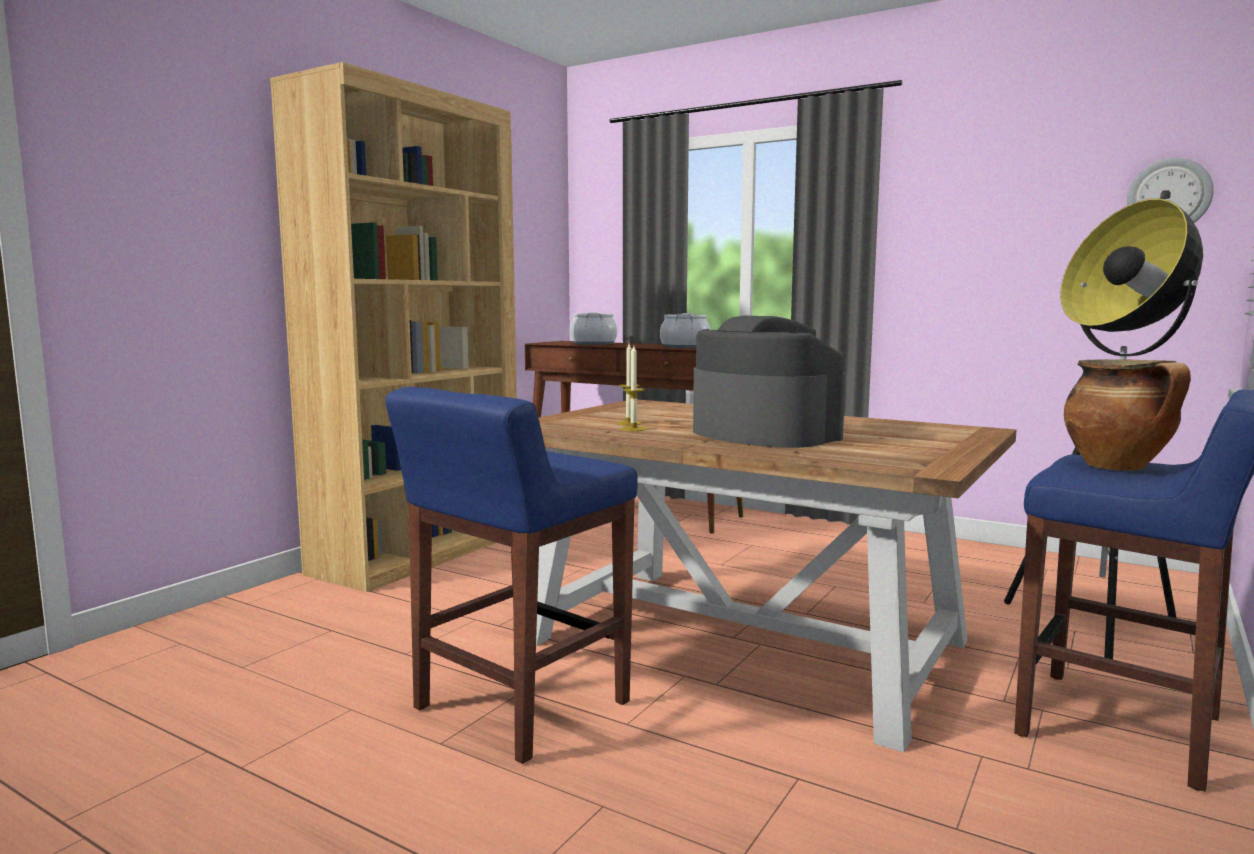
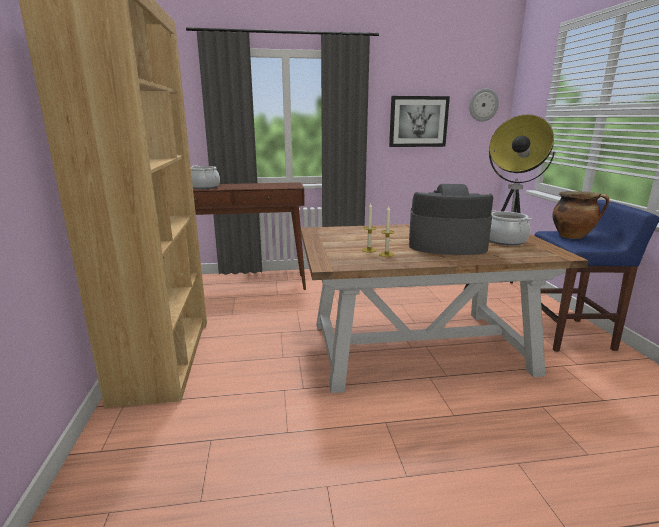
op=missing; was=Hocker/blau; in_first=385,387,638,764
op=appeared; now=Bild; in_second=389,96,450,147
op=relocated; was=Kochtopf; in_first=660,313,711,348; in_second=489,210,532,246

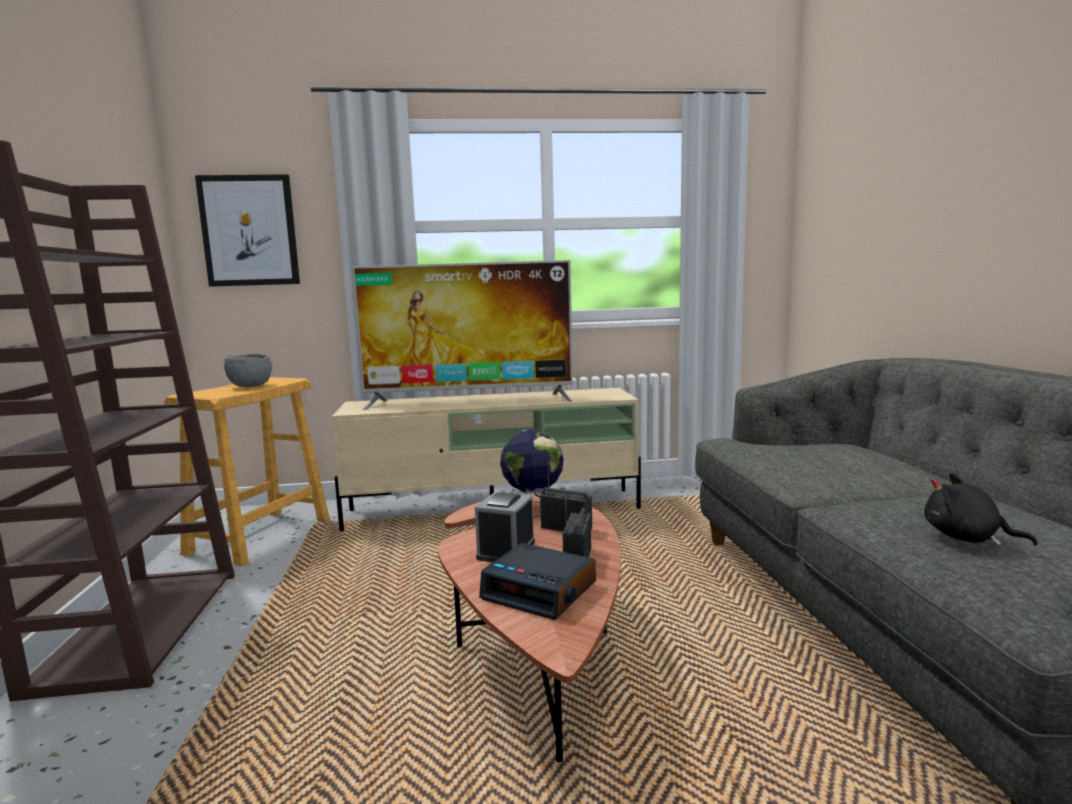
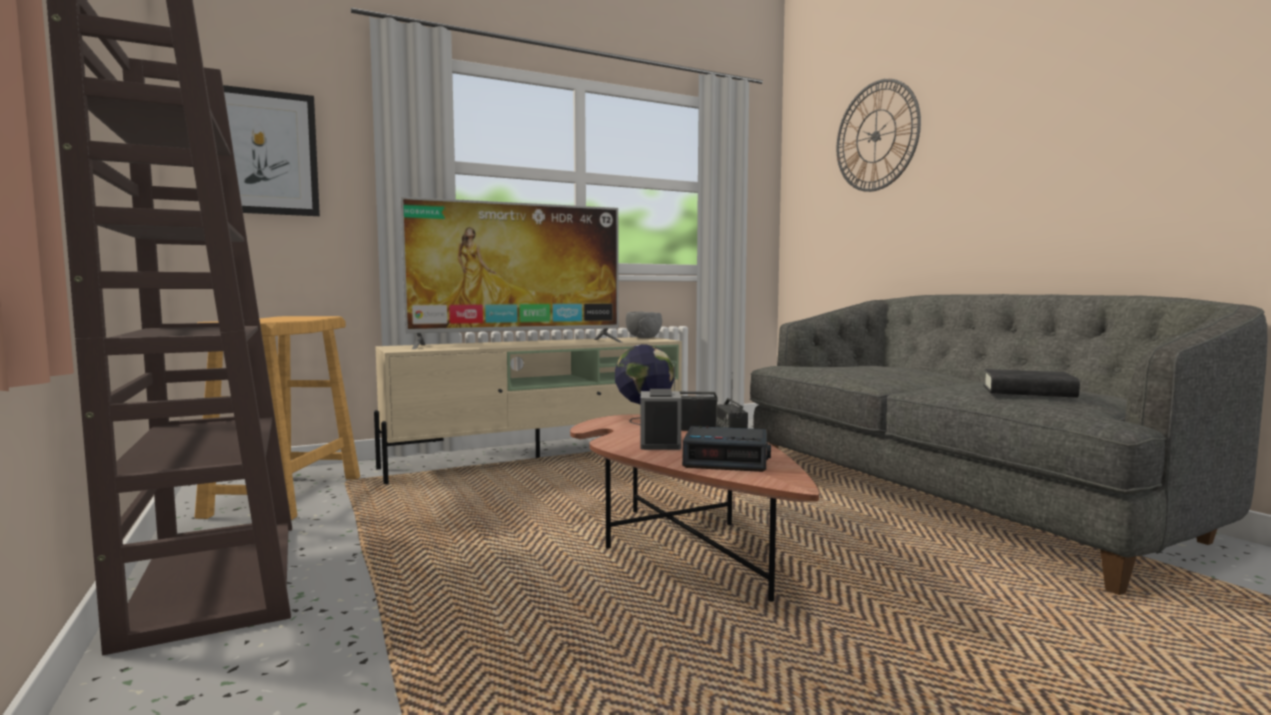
op=appeared; now=Wanduhr; in_second=837,79,921,192
op=relocated; was=Schüssel/grau; in_first=224,353,272,387; in_second=626,311,662,338
op=exchanged; was=Plüschtier/schwarz; now=Buch/schwarz; in_first=924,473,1037,546; in_second=983,369,1080,398

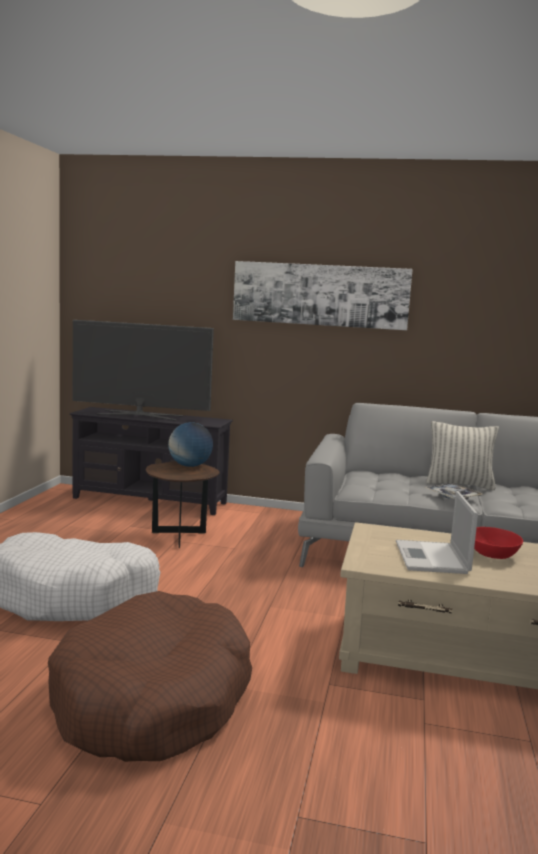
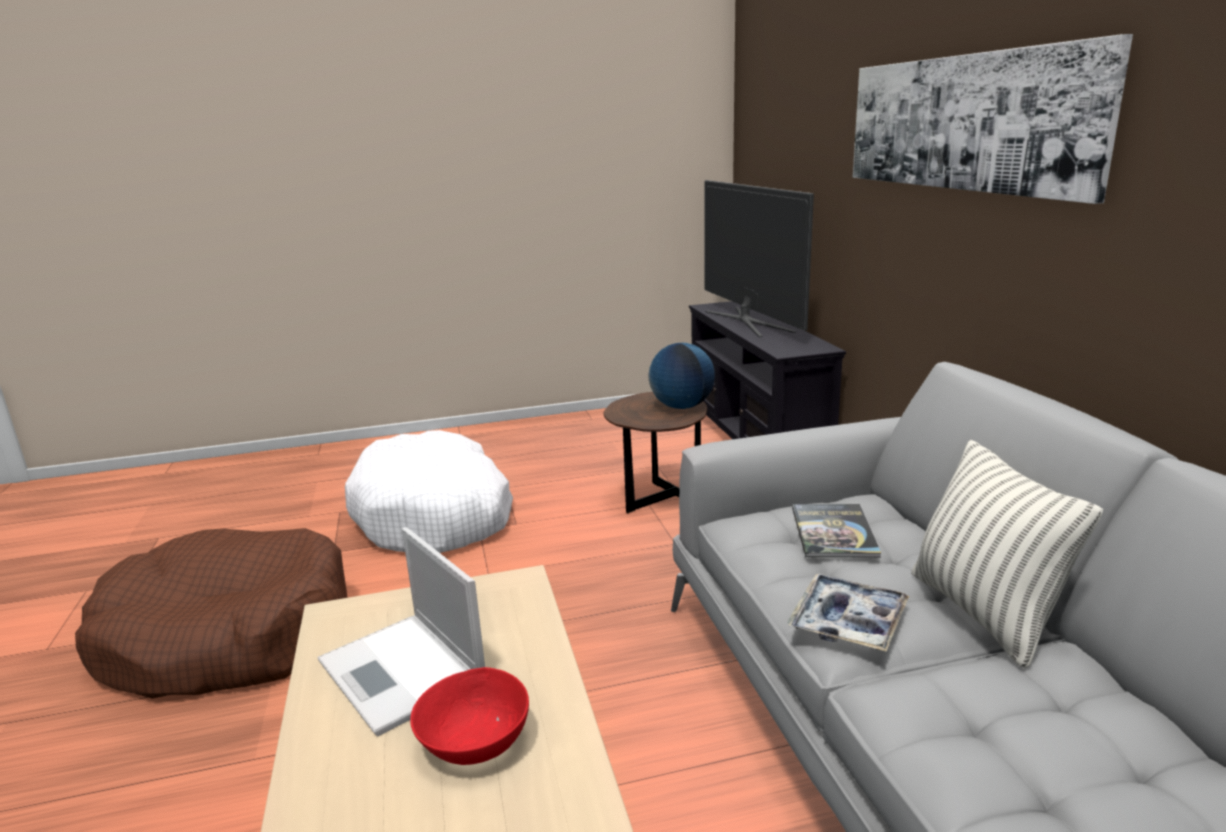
op=appeared; now=Buch; in_second=792,504,881,558
op=spun; was=Laptop; in_first=396,491,478,574; in_second=318,527,485,736; clockwise=-105

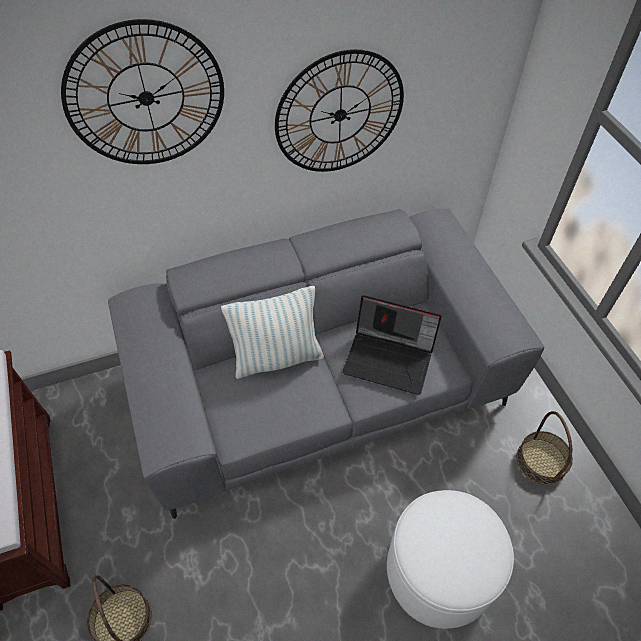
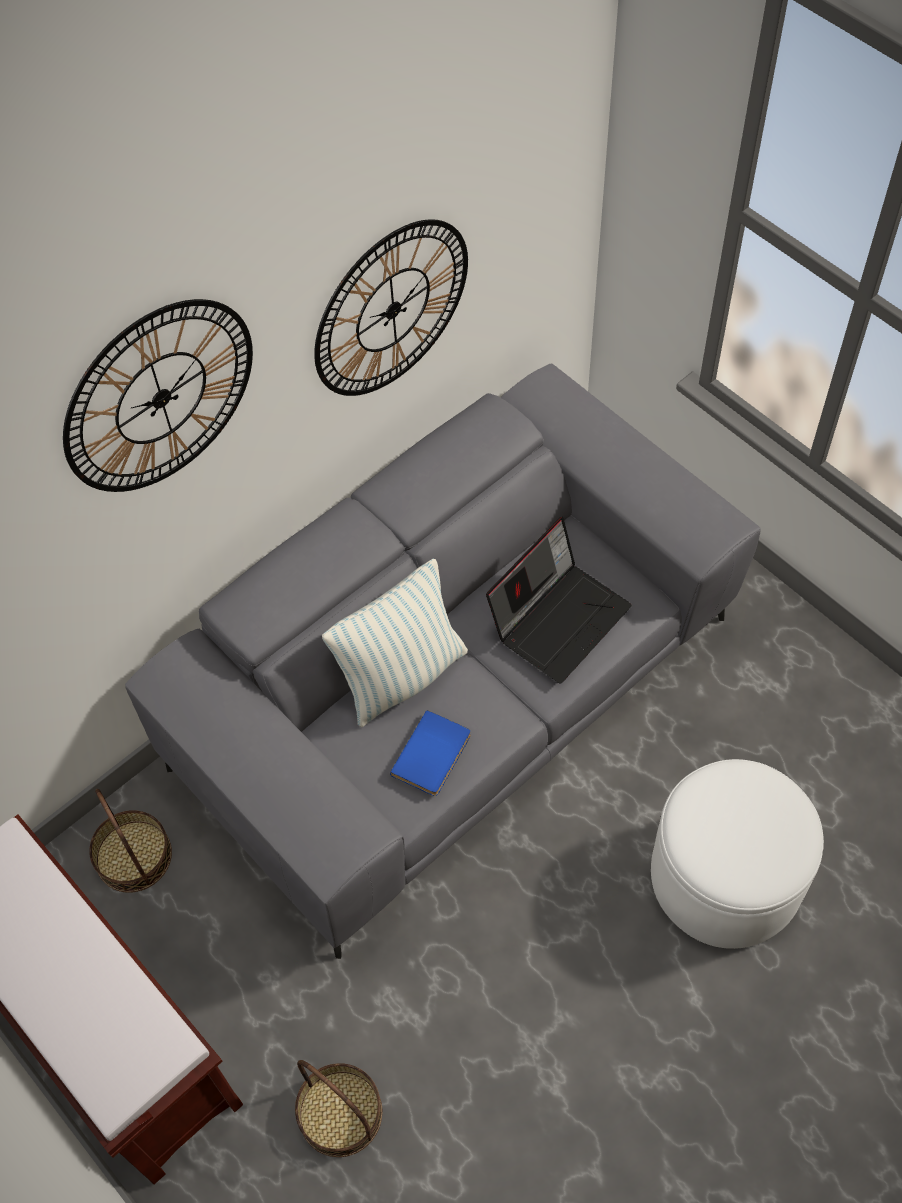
op=appeared; now=Buch/blau; in_second=390,710,470,796
op=relocated; was=Korb; in_first=517,411,573,485; in_second=89,789,172,892
op=spun; was=Laptop; in_first=343,295,442,395; in_second=486,517,632,683; clockwise=-45

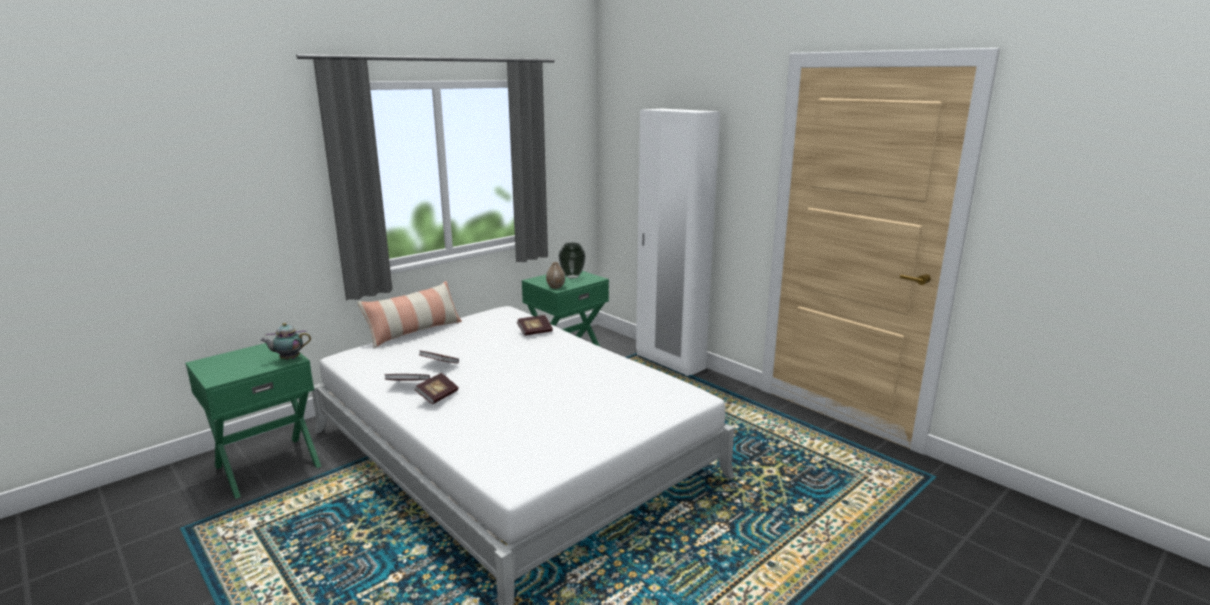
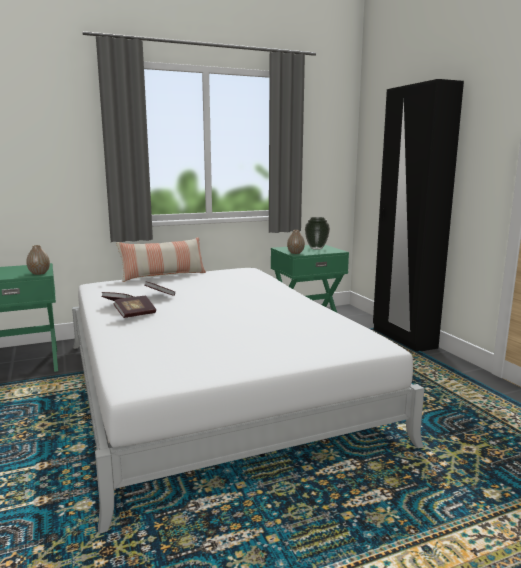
op=missing; was=Buch; in_first=517,315,553,336
op=exchanged; was=Teekanne; now=Vase; in_first=260,323,311,360; in_second=26,245,50,275
op=colour; was=Kleiderschrank/weiß; now=Kleiderschrank/schwarz; in_first=636,109,720,376; in_second=373,79,464,351

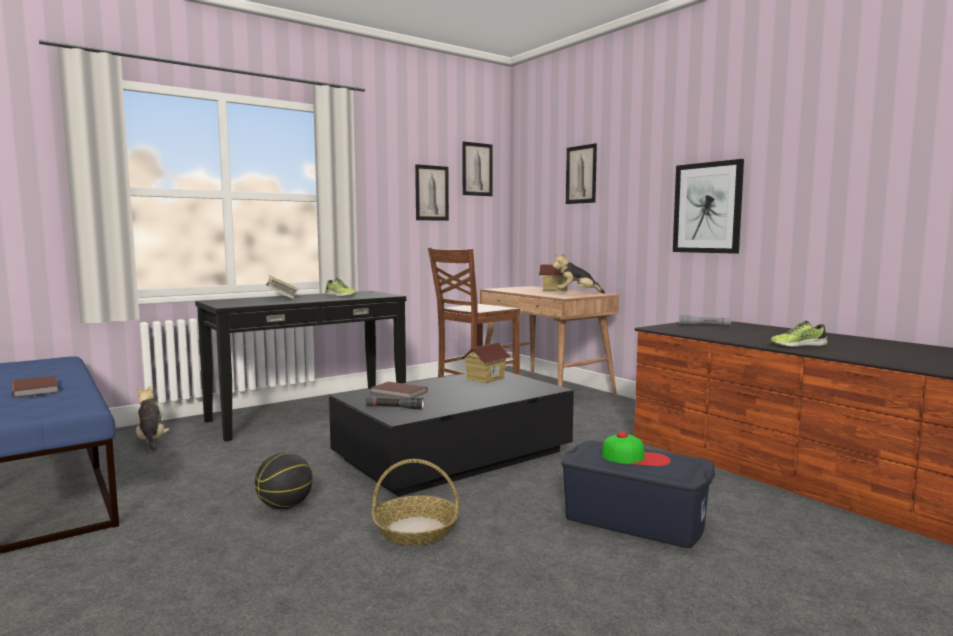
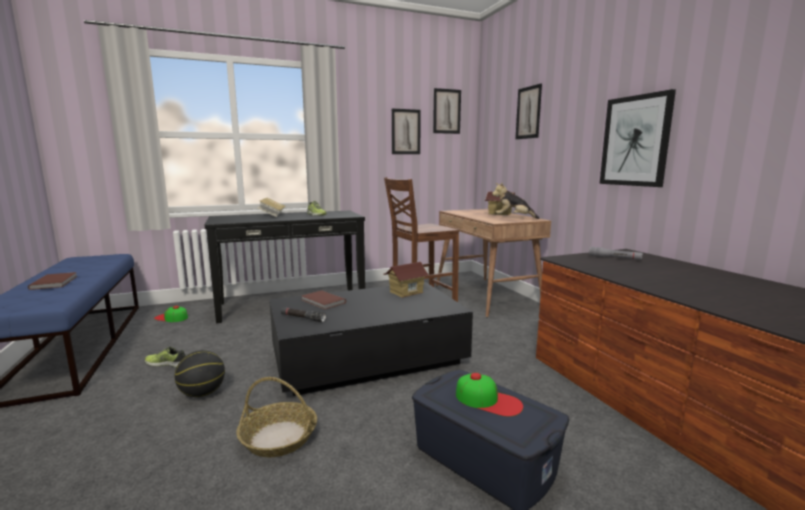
op=relocated; was=Schuh; in_first=771,321,827,347; in_second=145,346,186,367
op=exchanged; was=Plüschtier; now=Kappe; in_first=136,386,170,452; in_second=154,306,188,322

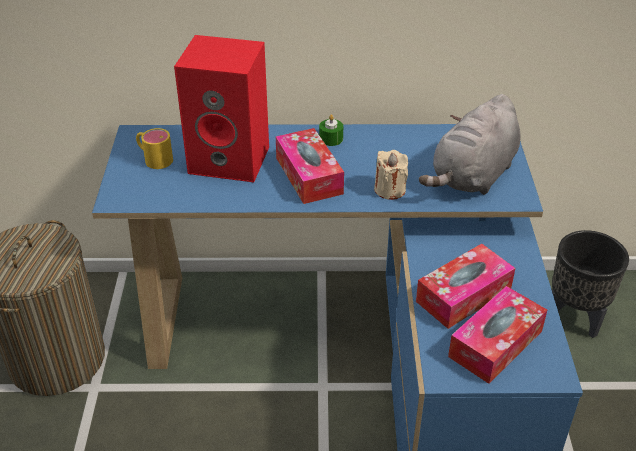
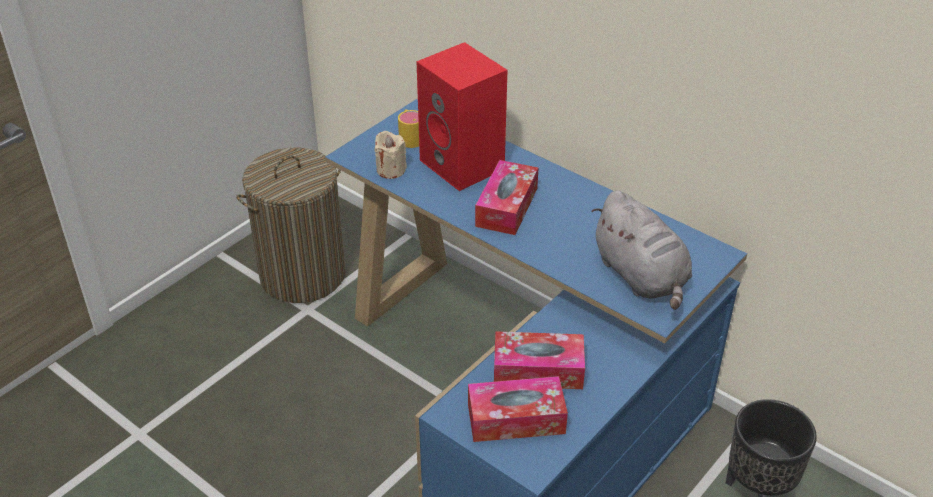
op=missing; was=Kerze/grün; in_first=319,114,343,146
op=relocated; was=Kerze/beige; in_first=374,150,408,200; in_second=375,131,407,179
op=spun; was=Plüschtier/grau; in_first=419,94,521,195; in_second=592,190,692,310; clockwise=-105

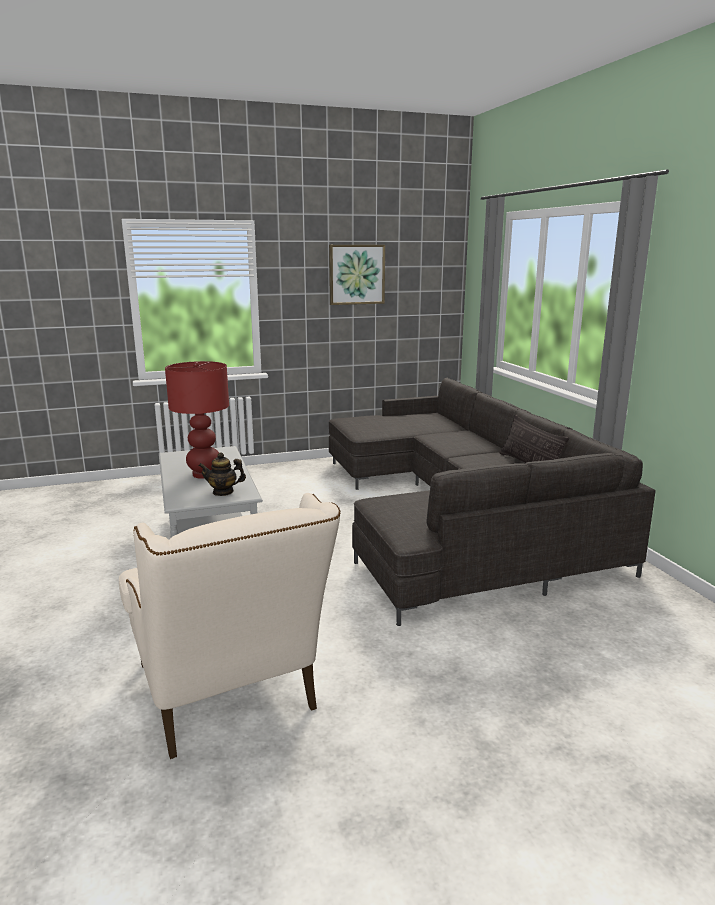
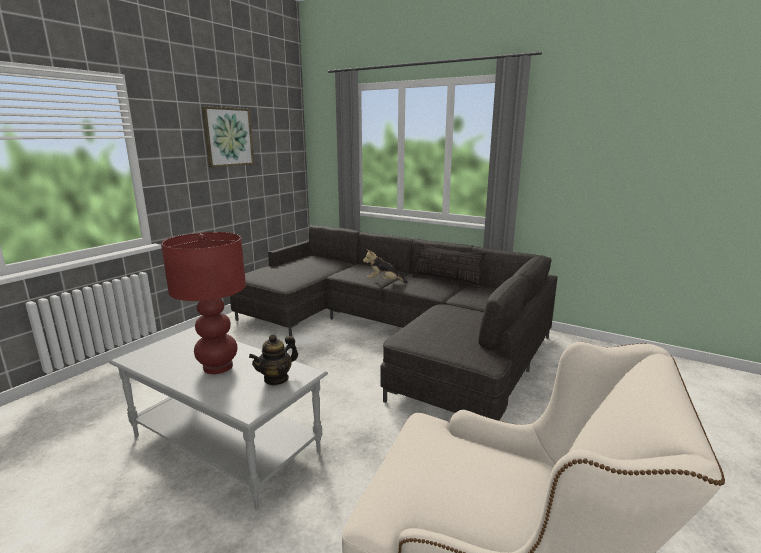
op=appeared; now=Plüschtier; in_second=363,249,408,283

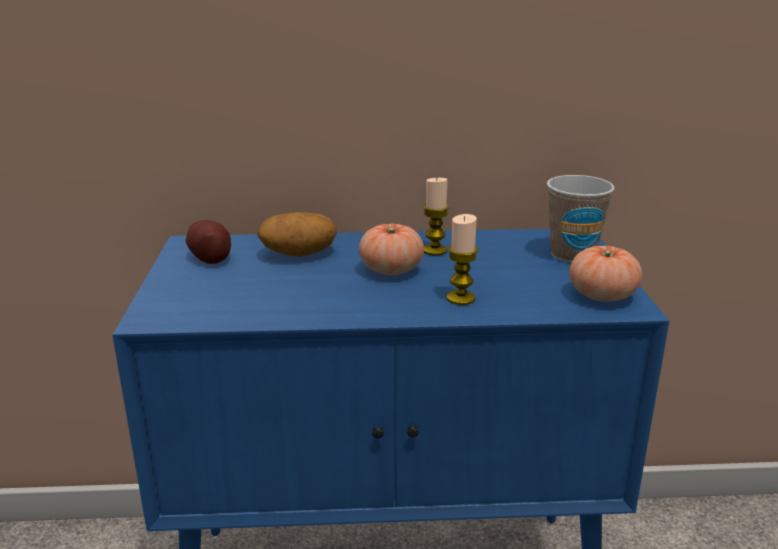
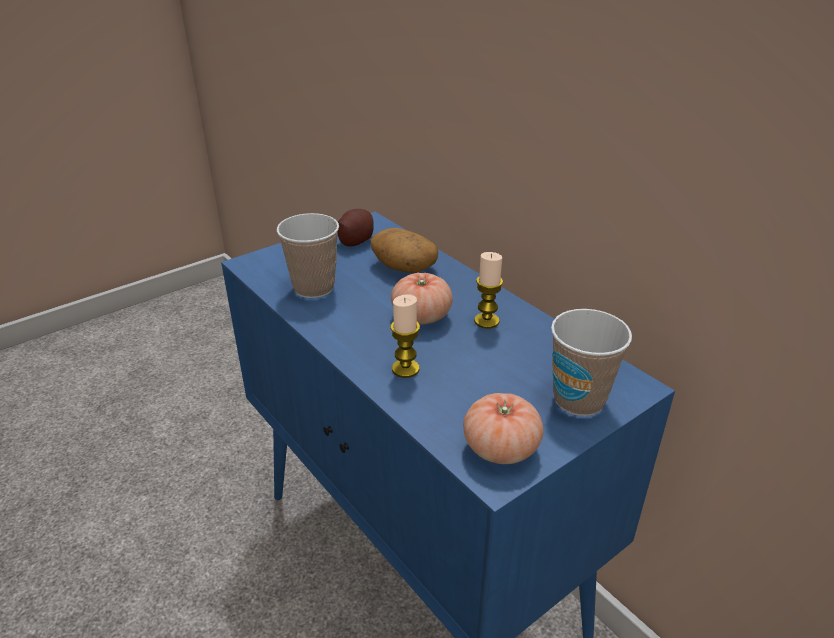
op=appeared; now=Tasse; in_second=277,213,339,298

